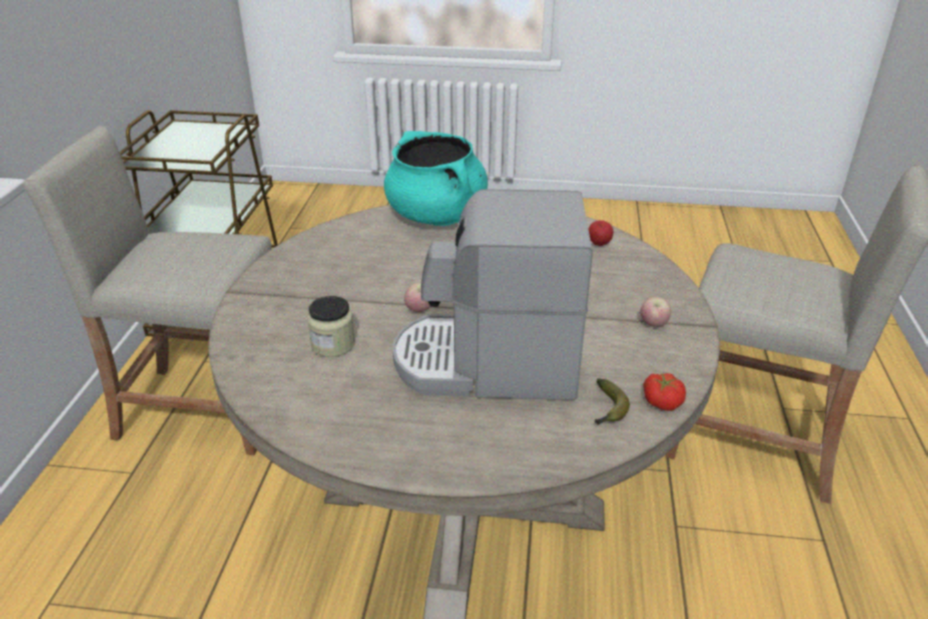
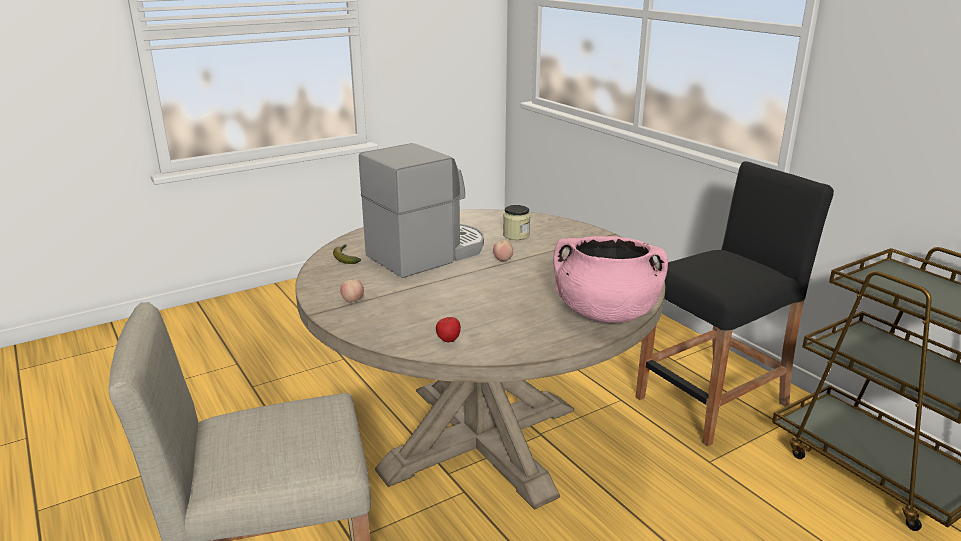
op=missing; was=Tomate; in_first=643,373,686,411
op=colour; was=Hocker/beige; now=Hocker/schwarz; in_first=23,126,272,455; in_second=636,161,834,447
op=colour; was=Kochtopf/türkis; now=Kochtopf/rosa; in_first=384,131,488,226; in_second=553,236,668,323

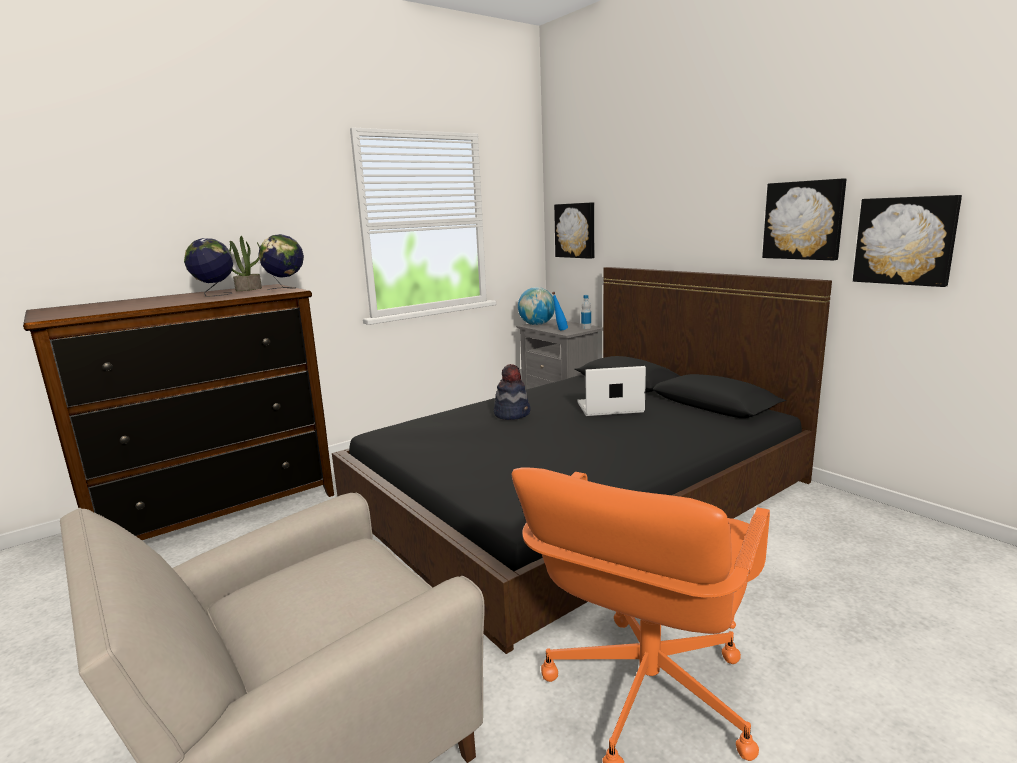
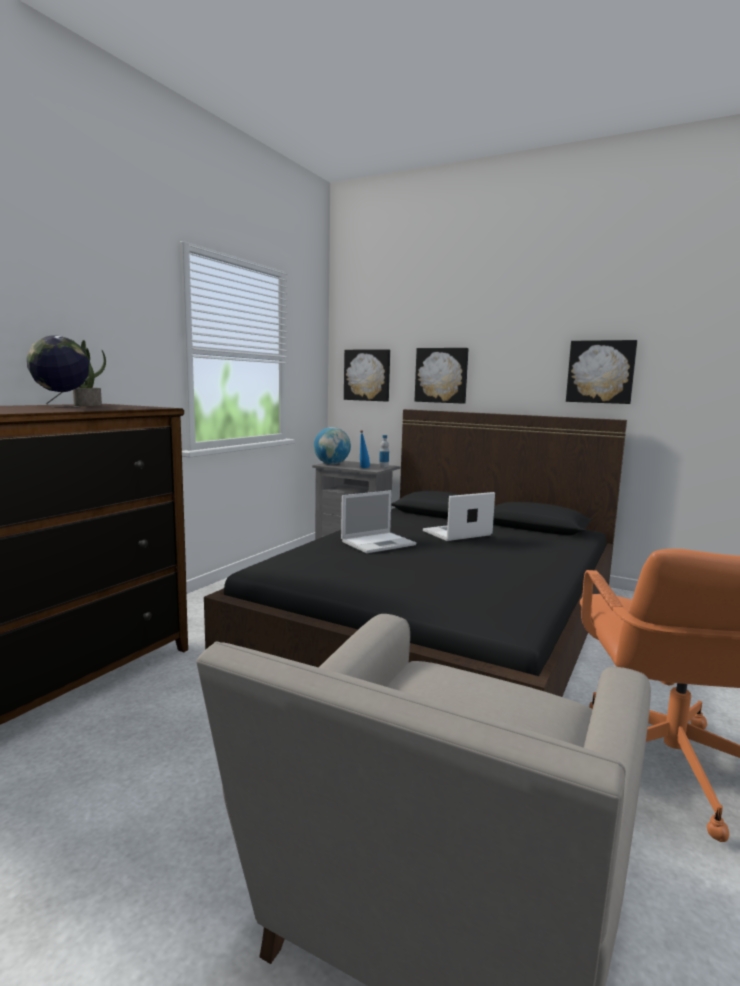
op=missing; was=Globus; in_first=258,234,304,290
op=relocated; was=Bild; in_first=853,195,962,287; in_second=415,348,469,404
op=exchanged; was=Hut; now=Laptop; in_first=494,364,530,420; in_second=341,490,416,553

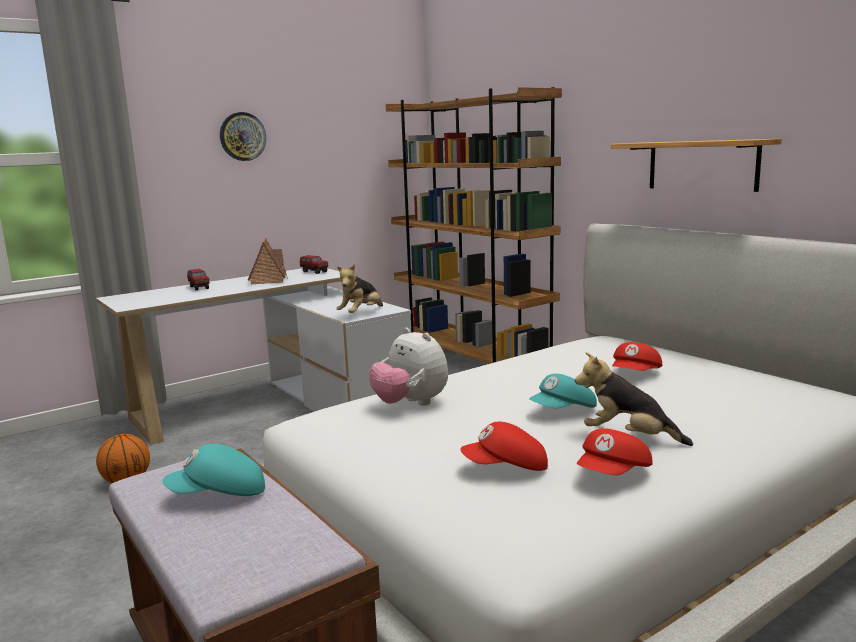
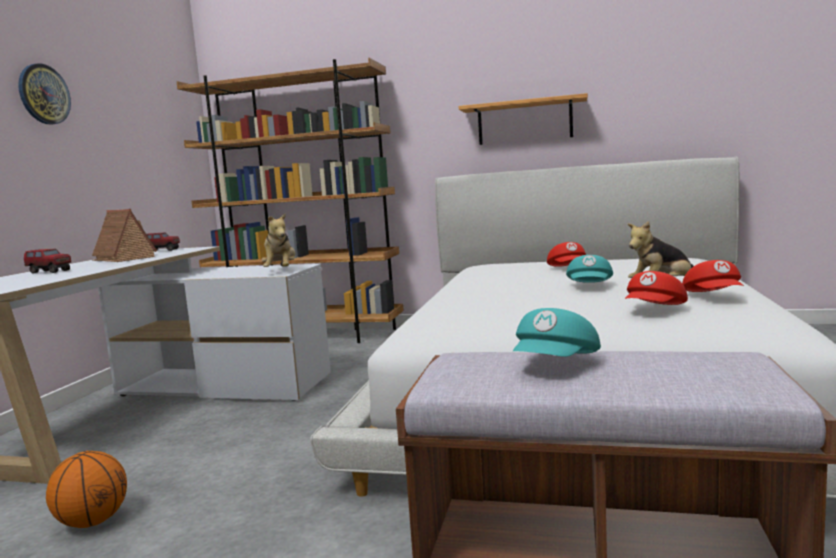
op=missing; was=Plüschtier; in_first=369,328,448,406

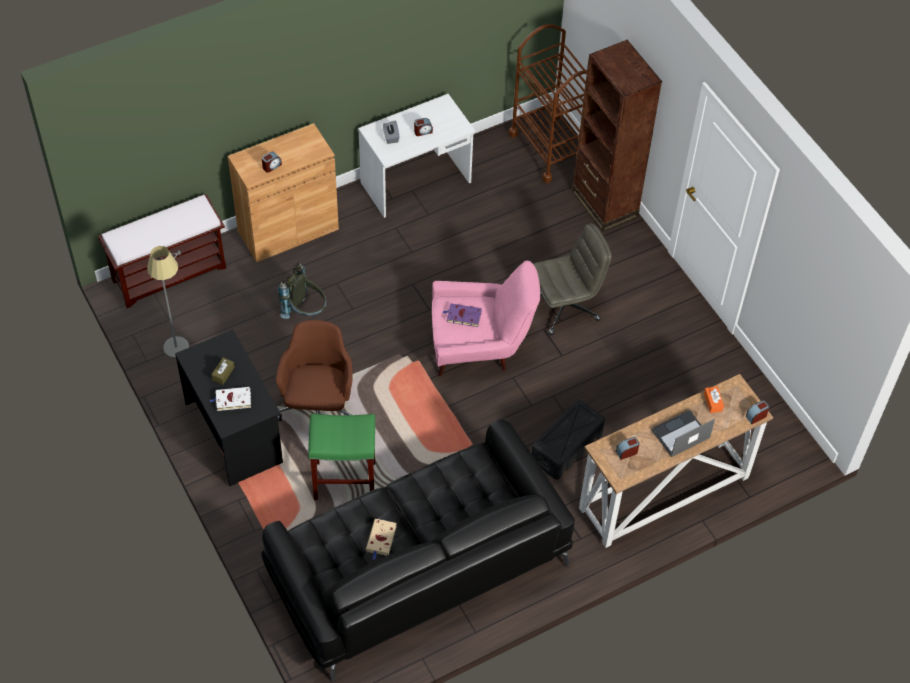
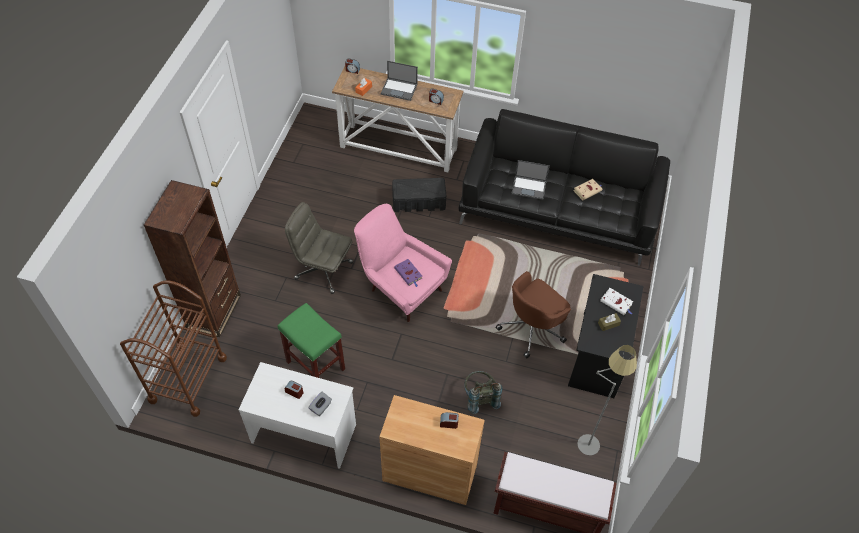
op=appeared; now=Laptop; in_second=511,160,550,200
op=relocated; was=Hocker/grün; in_first=308,414,375,500; in_second=278,303,345,378

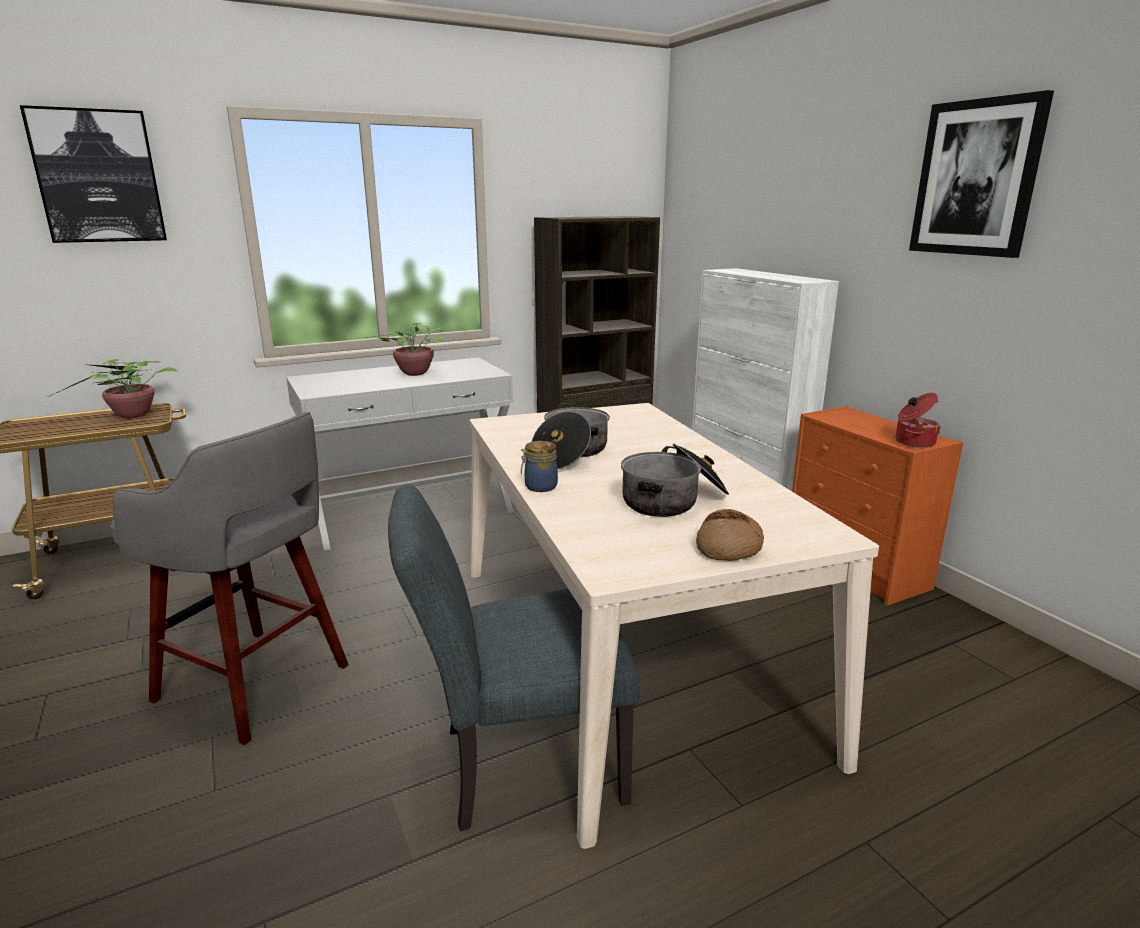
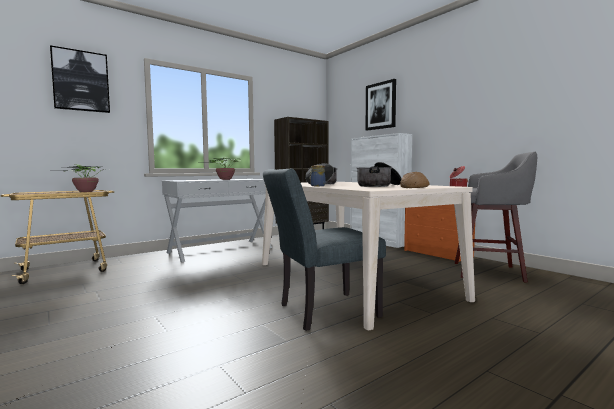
op=relocated; was=Hocker/grau; in_first=110,412,349,745; in_second=455,152,537,283
op=relocated; was=Bild; in_first=909,90,1054,258; in_second=365,79,396,131

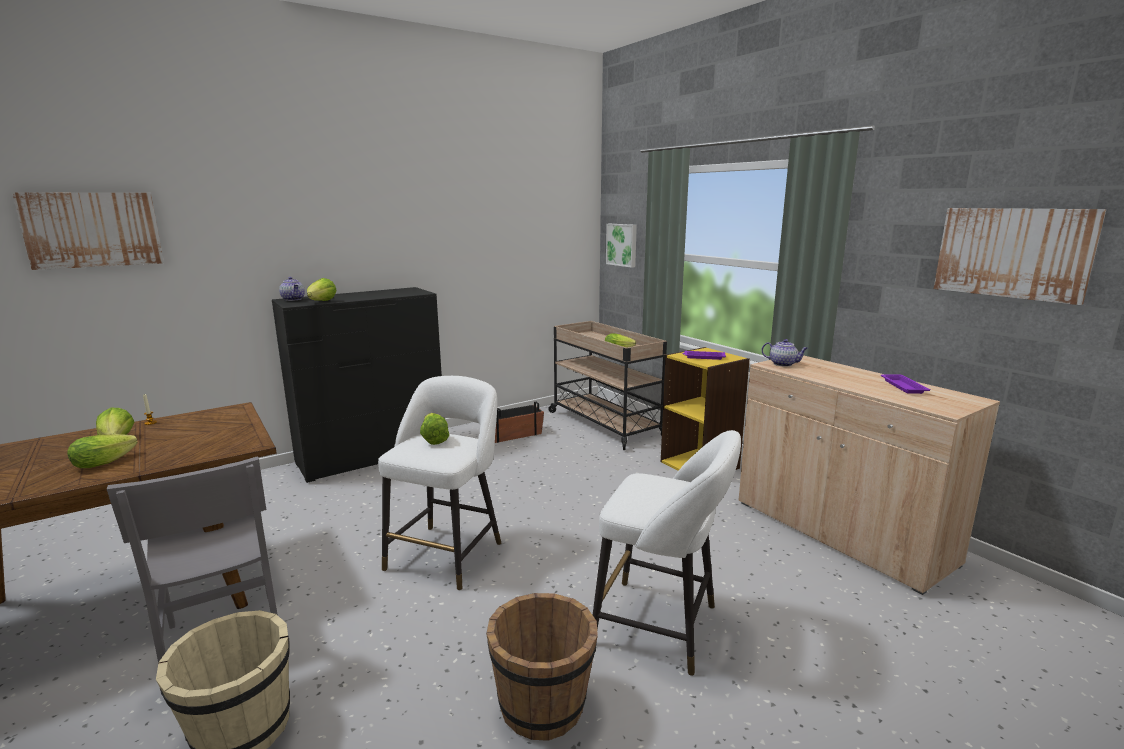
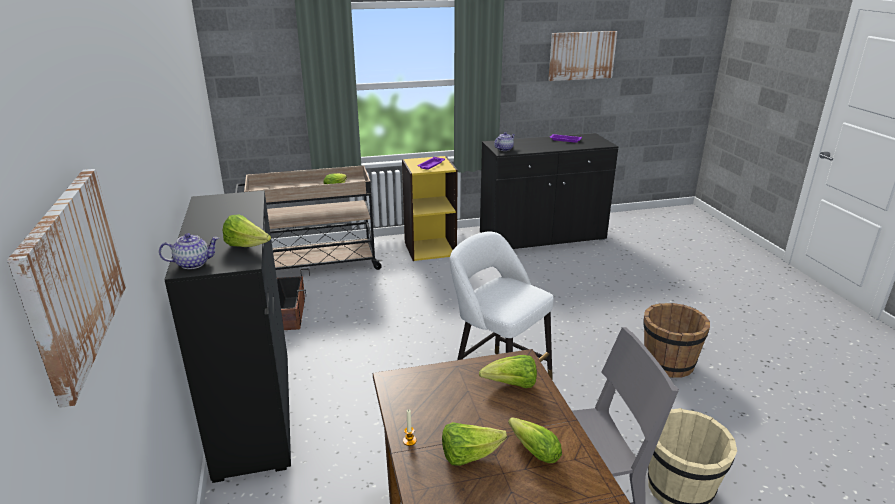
op=missing; was=Hocker/weiß; in_first=593,430,741,676
op=missing; was=Bild; in_first=606,224,637,268
op=relocated; was=Salatkopf; in_first=420,413,449,445; in_second=479,355,537,388
op=colour; was=Schrank/beige; now=Schrank/schwarz; in_first=738,355,1000,595; in_second=480,133,618,249

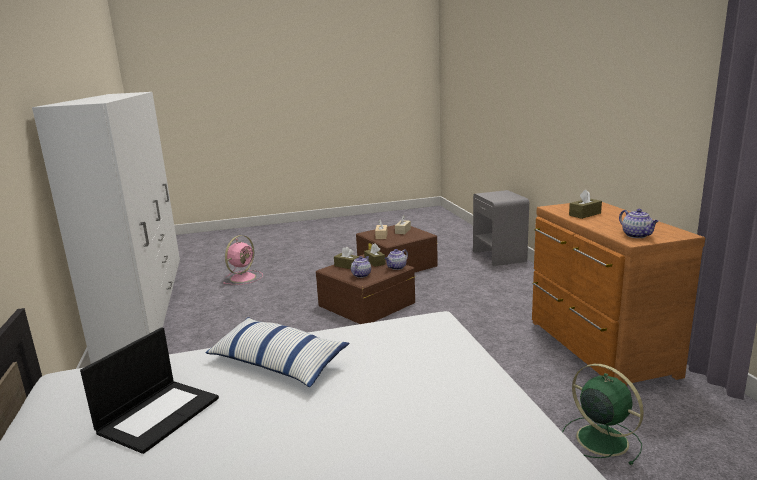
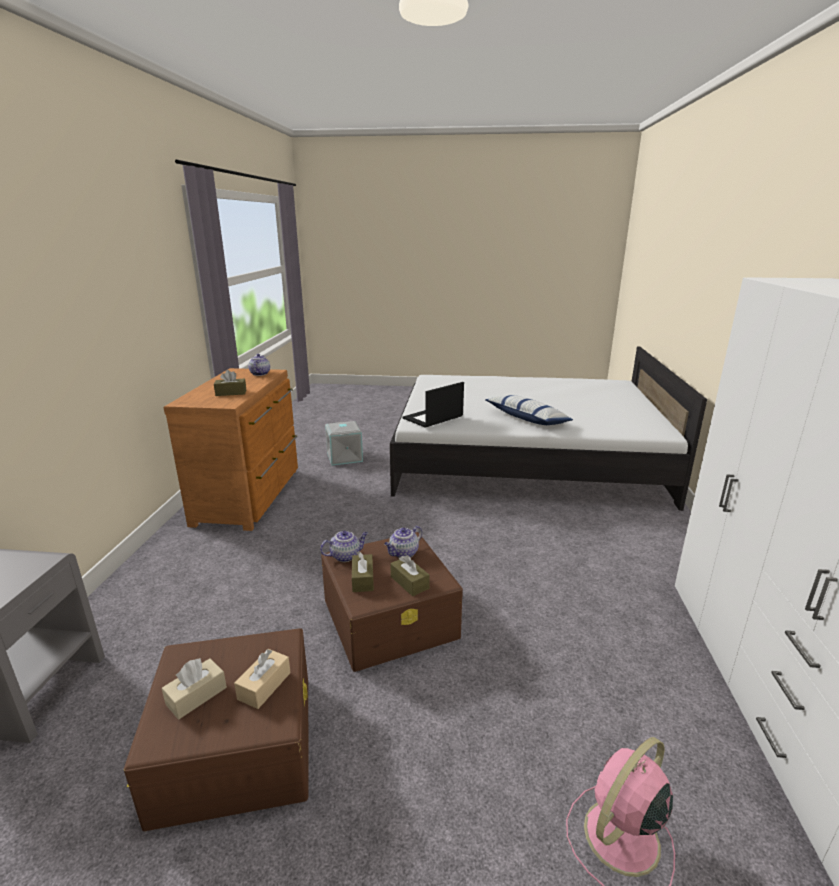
op=relocated; was=Laptop; in_first=80,327,219,454; in_second=403,382,464,428
op=exchanged; was=Ventilator/grün; now=Aufbewahrungsbox/grau; in_first=562,364,644,465; in_second=325,421,363,466

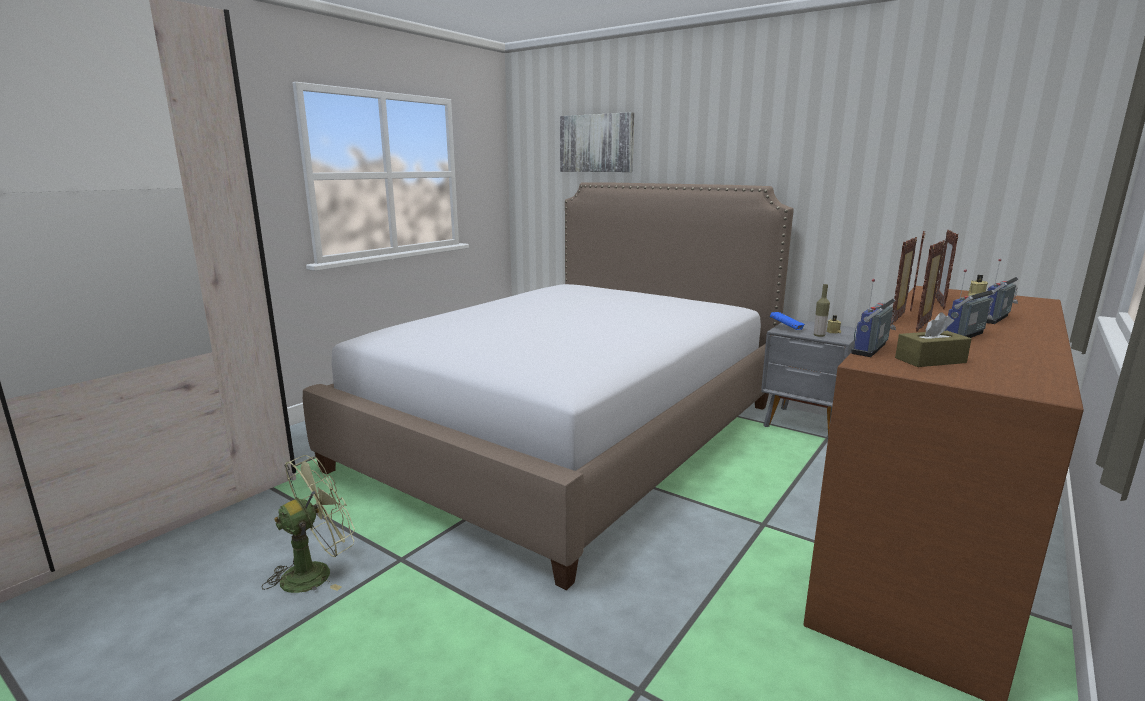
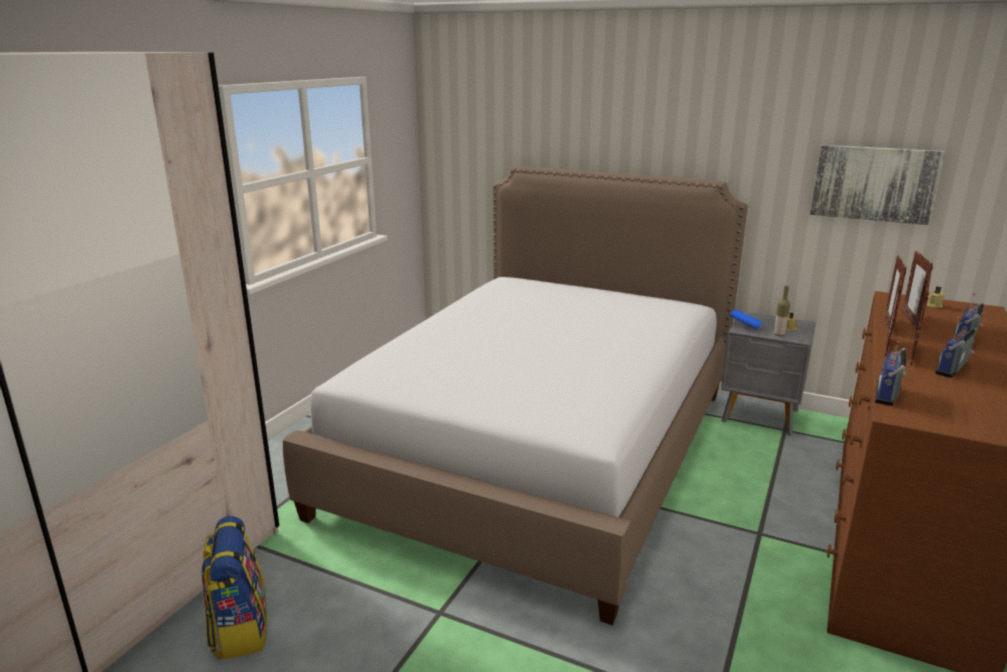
op=missing; was=Ventilator/grün; in_first=262,455,355,593
op=missing; was=Taschentuchbox/braun; in_first=895,312,971,367
op=appeared; now=Rucksack; in_second=201,516,267,660
op=relocated; was=Bild; in_first=560,112,634,172; in_second=810,145,945,225

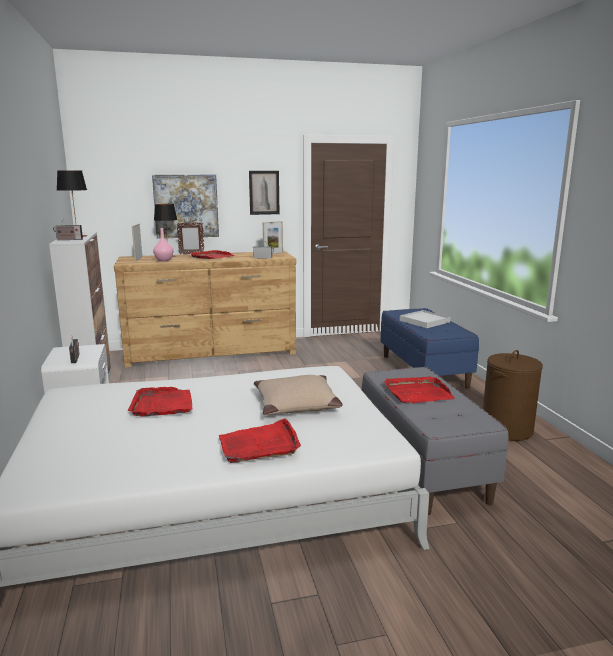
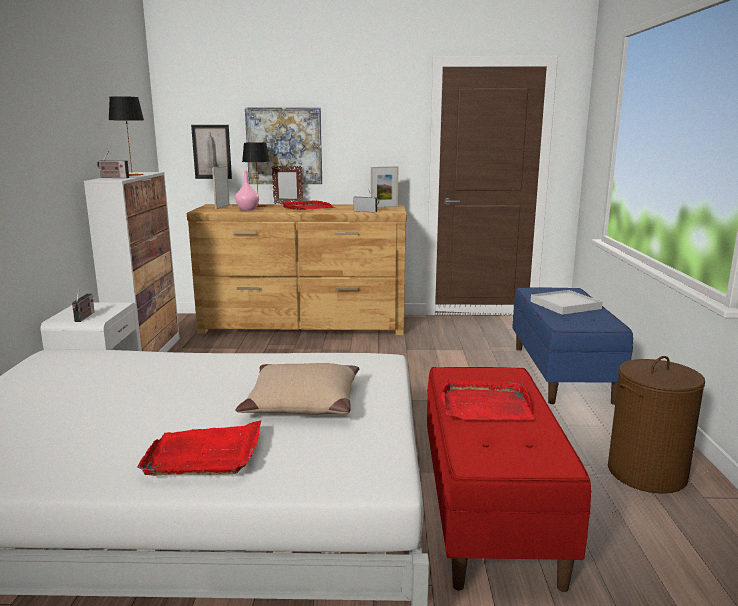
op=missing; was=Tablett/rot; in_first=128,387,192,417
op=relocated; was=Bild; in_first=249,171,279,215; in_second=191,125,232,179
op=colour; was=Bank/grau; now=Bank/rot; in_first=361,367,509,515; in_second=427,367,591,592

